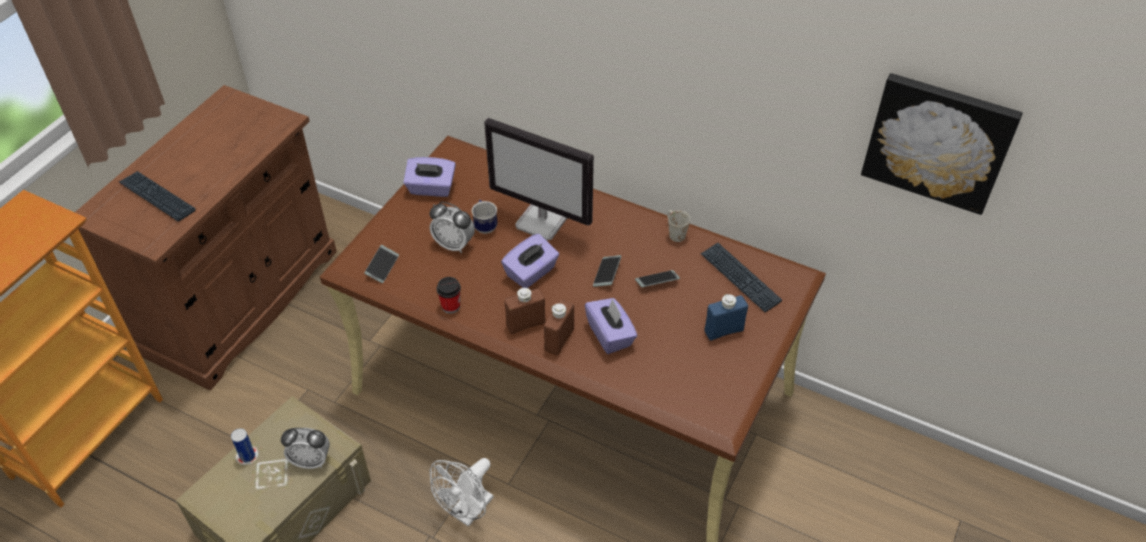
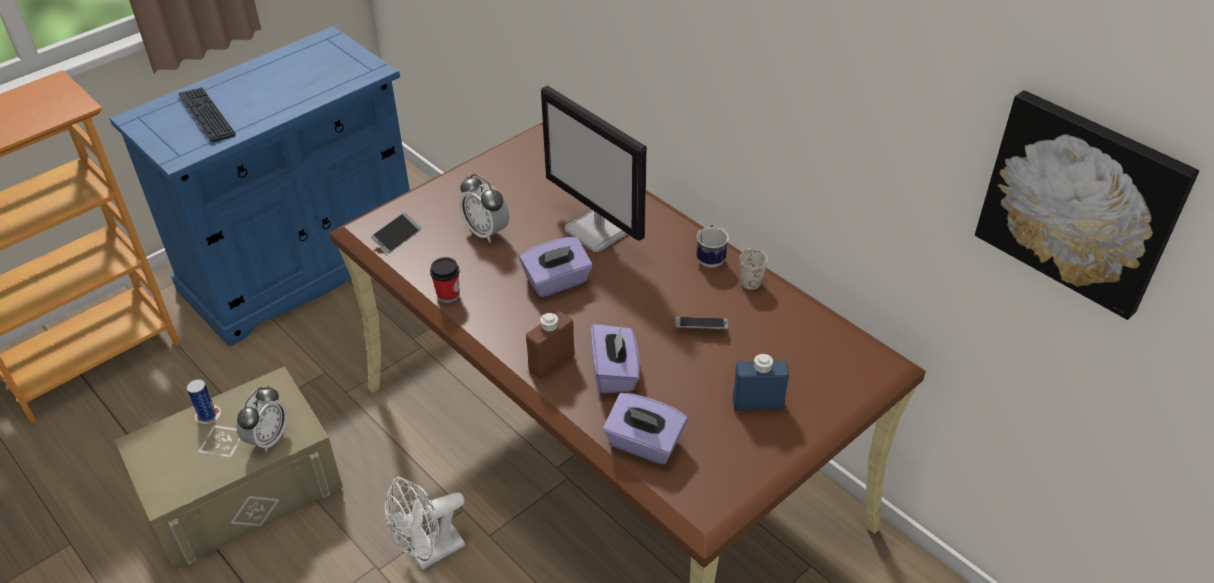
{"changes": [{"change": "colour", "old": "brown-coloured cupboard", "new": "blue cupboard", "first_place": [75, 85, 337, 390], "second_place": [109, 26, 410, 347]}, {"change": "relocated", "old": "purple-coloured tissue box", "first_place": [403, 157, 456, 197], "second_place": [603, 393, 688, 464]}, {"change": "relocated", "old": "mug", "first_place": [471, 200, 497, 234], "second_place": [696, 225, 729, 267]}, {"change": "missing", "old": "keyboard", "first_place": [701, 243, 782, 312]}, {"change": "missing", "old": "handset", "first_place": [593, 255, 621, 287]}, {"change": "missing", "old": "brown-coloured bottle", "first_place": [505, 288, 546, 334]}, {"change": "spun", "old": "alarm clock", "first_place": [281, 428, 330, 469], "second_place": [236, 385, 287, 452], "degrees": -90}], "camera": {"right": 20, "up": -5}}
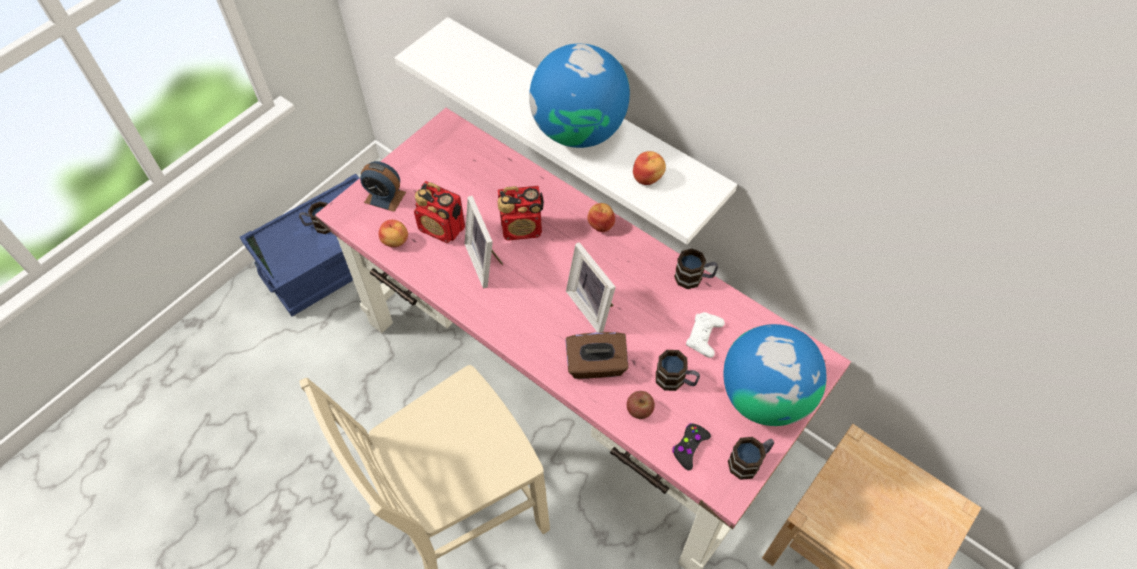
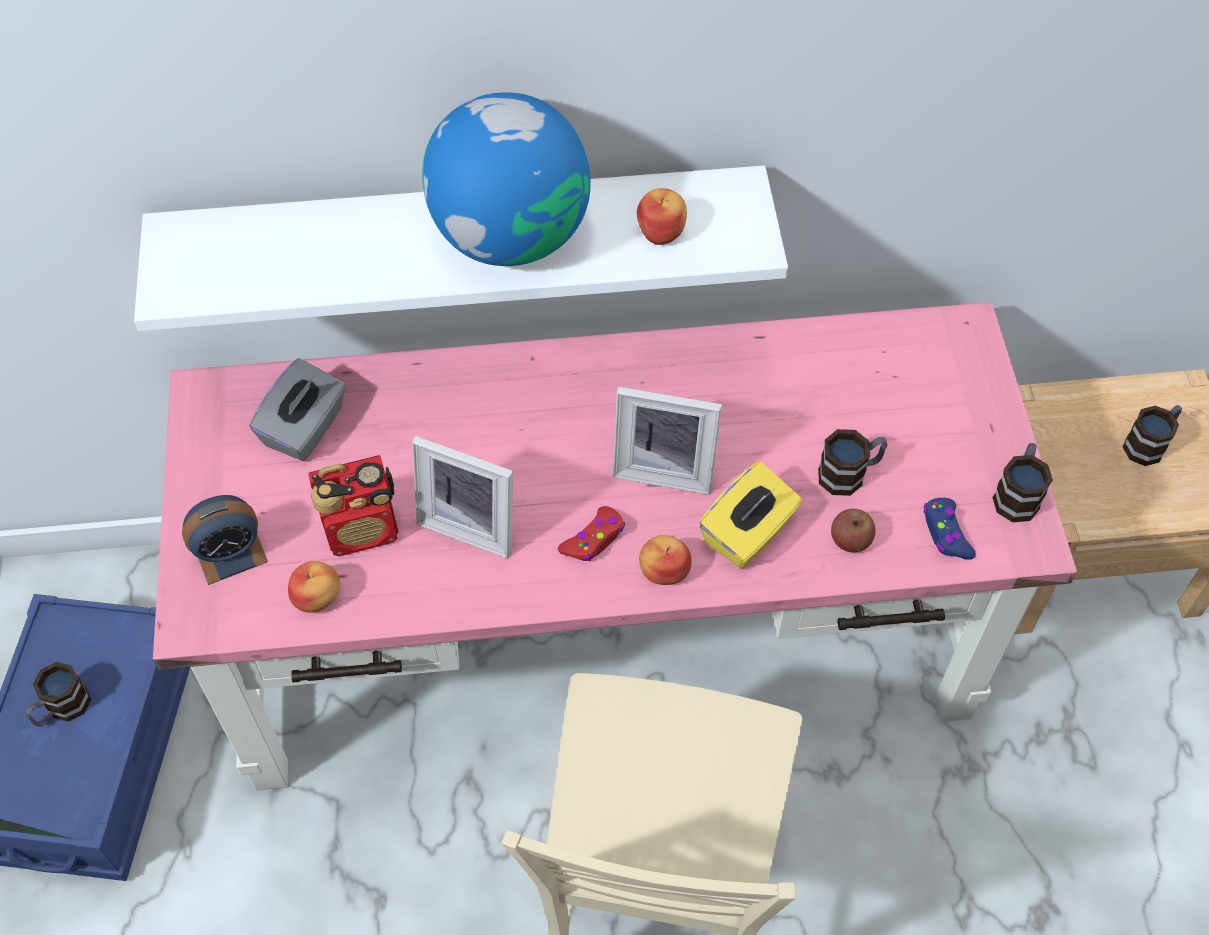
{"changes": [{"change": "missing", "old": "radio set", "first_place": [498, 186, 544, 241]}, {"change": "relocated", "old": "whole apple", "first_place": [587, 203, 615, 232], "second_place": [639, 535, 692, 585]}, {"change": "relocated", "old": "mug", "first_place": [674, 248, 718, 289], "second_place": [1123, 405, 1182, 466]}, {"change": "missing", "old": "whitish gamepad", "first_place": [686, 312, 725, 358]}, {"change": "missing", "old": "world globe", "first_place": [724, 324, 826, 426]}, {"change": "colour", "old": "brown-coloured tissue box", "new": "yellow-coloured tissue box", "first_place": [565, 332, 628, 379], "second_place": [699, 462, 802, 568]}, {"change": "colour", "old": "blackish gamepad", "new": "blue gamepad", "first_place": [672, 423, 711, 470], "second_place": [923, 498, 976, 560]}, {"change": "appeared", "new": "greyish tissue box", "second_place": [249, 358, 346, 461]}, {"change": "appeared", "new": "red-coloured gamepad", "second_place": [558, 506, 625, 561]}], "camera": {"right": -45, "up": 0}}
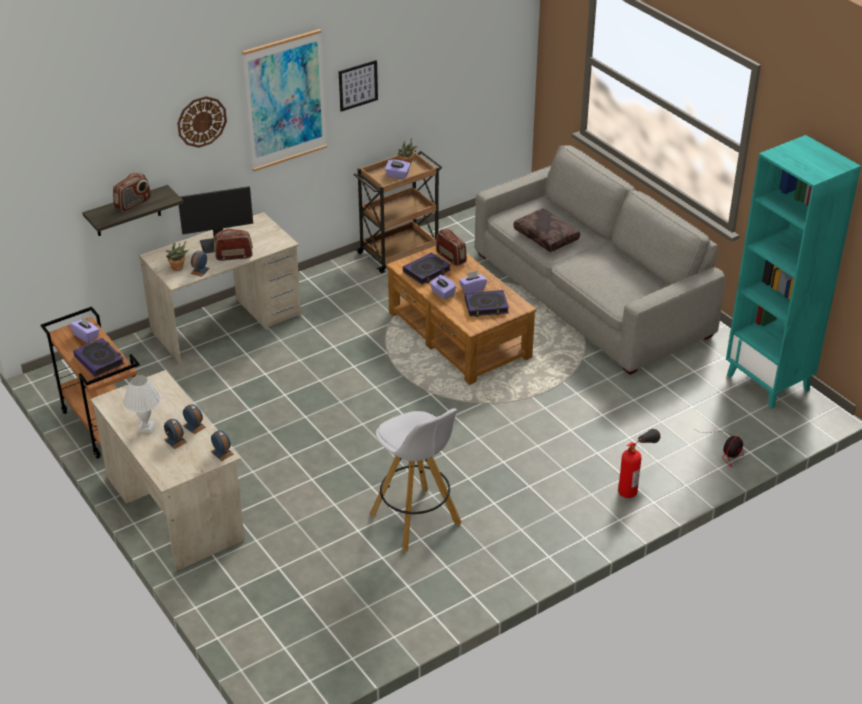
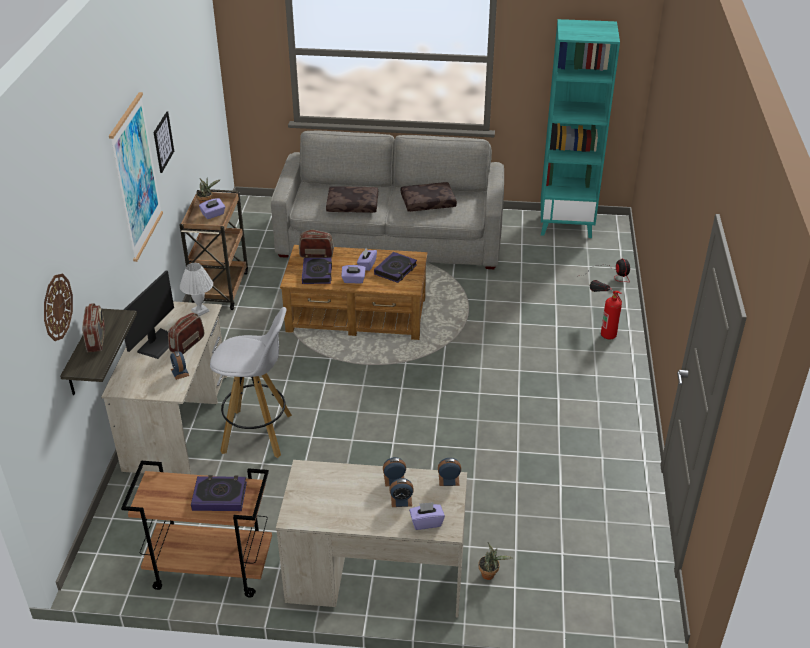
{"changes": [{"change": "relocated", "old": "wall clock", "first_place": [177, 96, 227, 148], "second_place": [44, 274, 73, 341]}, {"change": "relocated", "old": "houseplant", "first_place": [166, 241, 188, 271], "second_place": [478, 542, 513, 580]}, {"change": "relocated", "old": "purple-coloured tissue box", "first_place": [70, 316, 99, 343], "second_place": [409, 502, 445, 530]}, {"change": "relocated", "old": "whitish table lamp", "first_place": [123, 375, 161, 433], "second_place": [180, 263, 213, 317]}, {"change": "relocated", "old": "whitish stool seat", "first_place": [369, 408, 462, 551], "second_place": [210, 307, 292, 458]}, {"change": "appeared", "new": "brown-coloured throw pillow", "second_place": [401, 182, 457, 212]}], "camera": {"right": -50, "up": 0}}
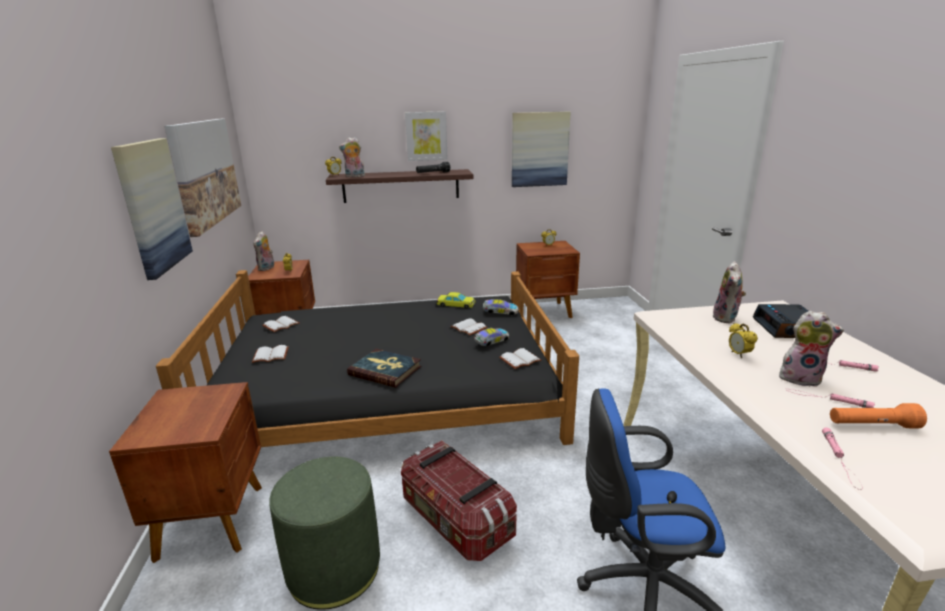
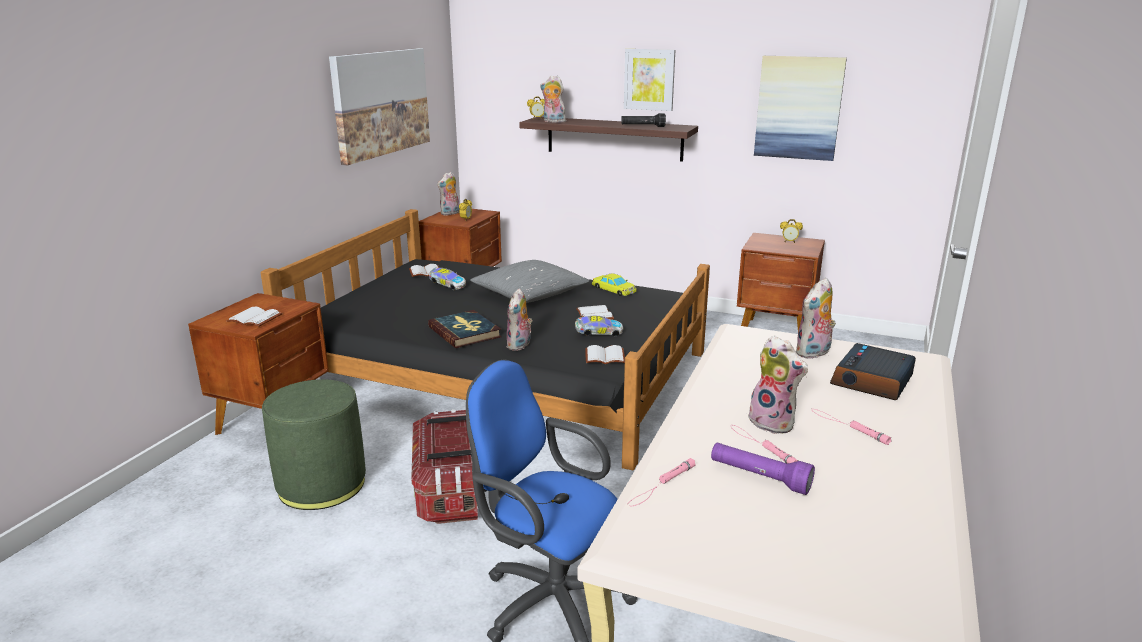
{"changes": [{"change": "missing", "old": "wall picture", "first_place": [111, 138, 193, 280]}, {"change": "relocated", "old": "toy car", "first_place": [483, 299, 519, 316], "second_place": [429, 268, 466, 290]}, {"change": "missing", "old": "alarm clock", "first_place": [729, 323, 758, 358]}, {"change": "relocated", "old": "whitish volume", "first_place": [252, 345, 289, 363], "second_place": [227, 306, 282, 327]}, {"change": "colour", "old": "orangey torch", "new": "purple-coloured torch", "first_place": [830, 403, 927, 428], "second_place": [711, 443, 815, 495]}, {"change": "appeared", "new": "greyish throw pillow", "second_place": [470, 260, 589, 303]}, {"change": "appeared", "new": "cuddly toy", "second_place": [506, 288, 533, 351]}], "camera": {"right": 30, "up": 0}}
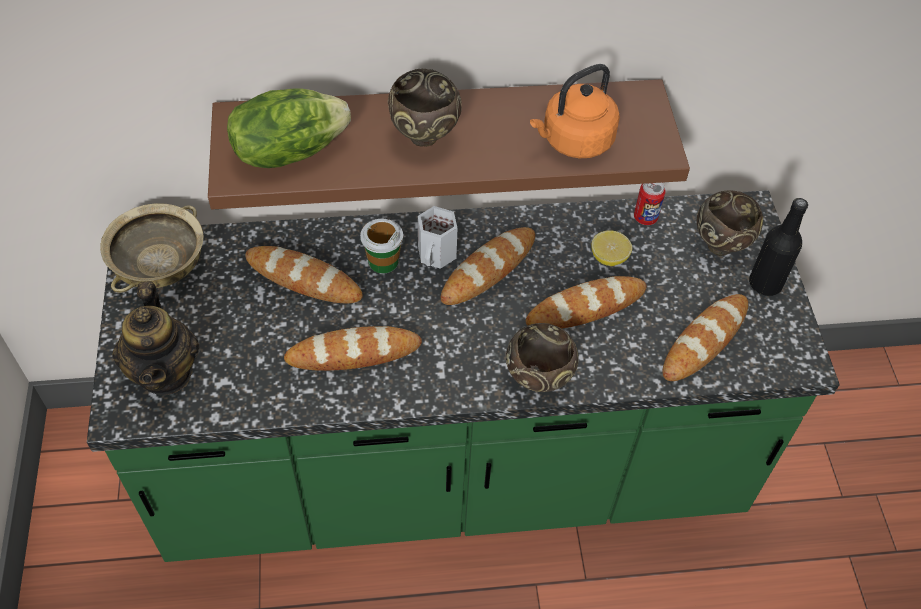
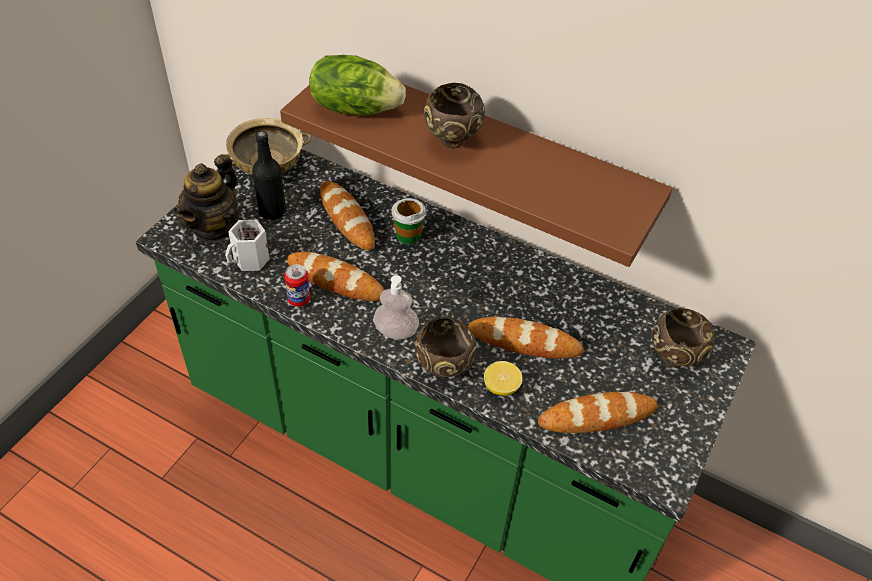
{"changes": [{"change": "missing", "old": "orangey water kettle", "first_place": [530, 64, 620, 158]}, {"change": "relocated", "old": "metal can", "first_place": [634, 183, 666, 225], "second_place": [284, 264, 310, 307]}, {"change": "relocated", "old": "blackish bottle", "first_place": [749, 198, 808, 296], "second_place": [252, 131, 286, 220]}, {"change": "relocated", "old": "whitish mug", "first_place": [418, 206, 457, 269], "second_place": [225, 220, 270, 271]}, {"change": "missing", "old": "bakery bread", "first_place": [441, 227, 535, 305]}, {"change": "relocated", "old": "lemon", "first_place": [591, 230, 632, 266], "second_place": [484, 361, 523, 396]}, {"change": "appeared", "new": "soap dispenser", "second_place": [373, 275, 419, 340]}], "camera": {"right": 35, "up": -5}}
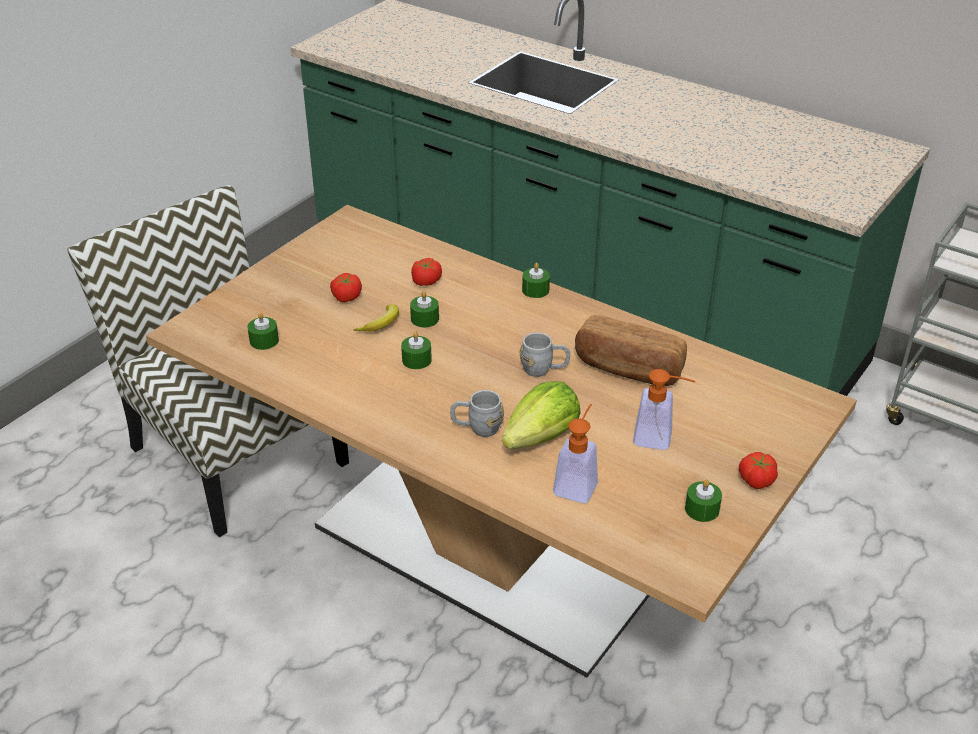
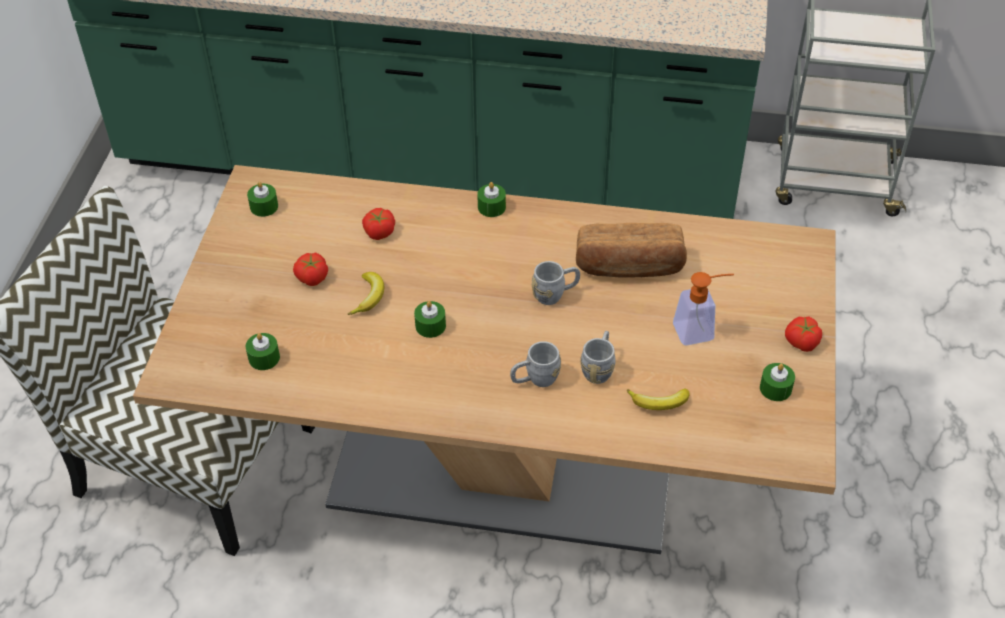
{"changes": [{"change": "relocated", "old": "green-coloured candle", "first_place": [410, 291, 439, 328], "second_place": [247, 182, 278, 217]}, {"change": "exchanged", "old": "lettuce", "new": "greyish mug", "first_place": [502, 381, 581, 449], "second_place": [580, 331, 616, 384]}, {"change": "exchanged", "old": "soap dispenser", "new": "whole banana", "first_place": [553, 404, 598, 503], "second_place": [627, 388, 690, 410]}], "camera": {"right": -25, "up": 10}}
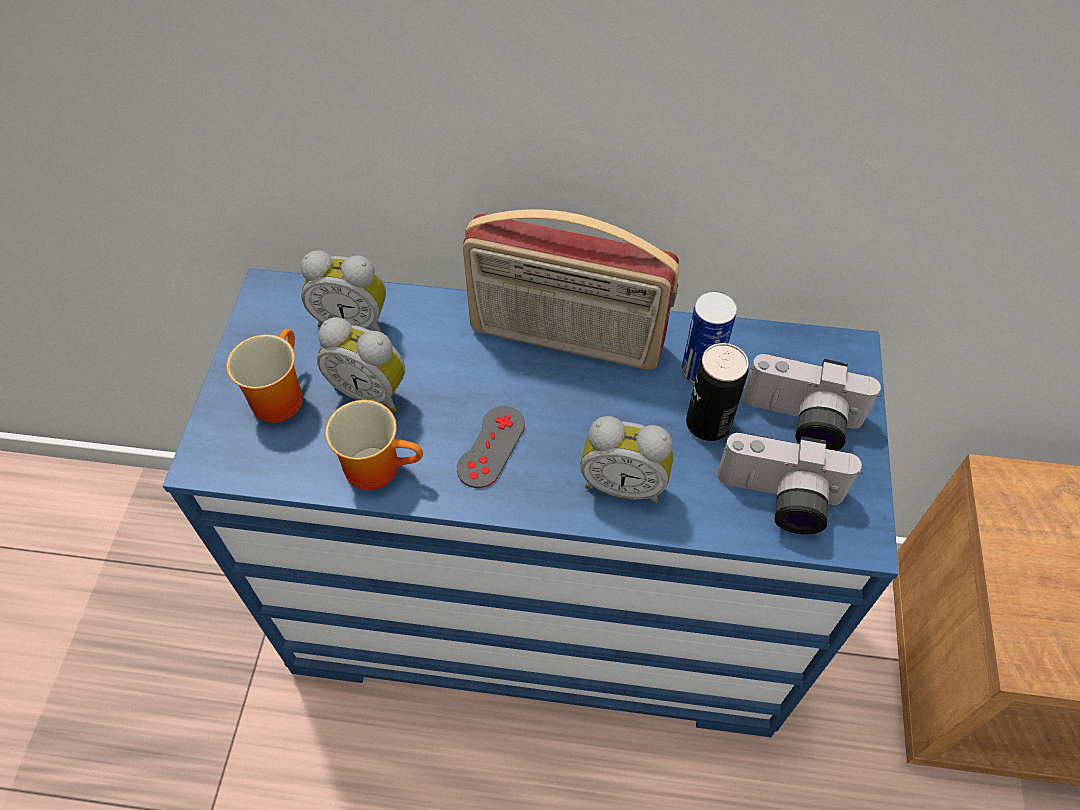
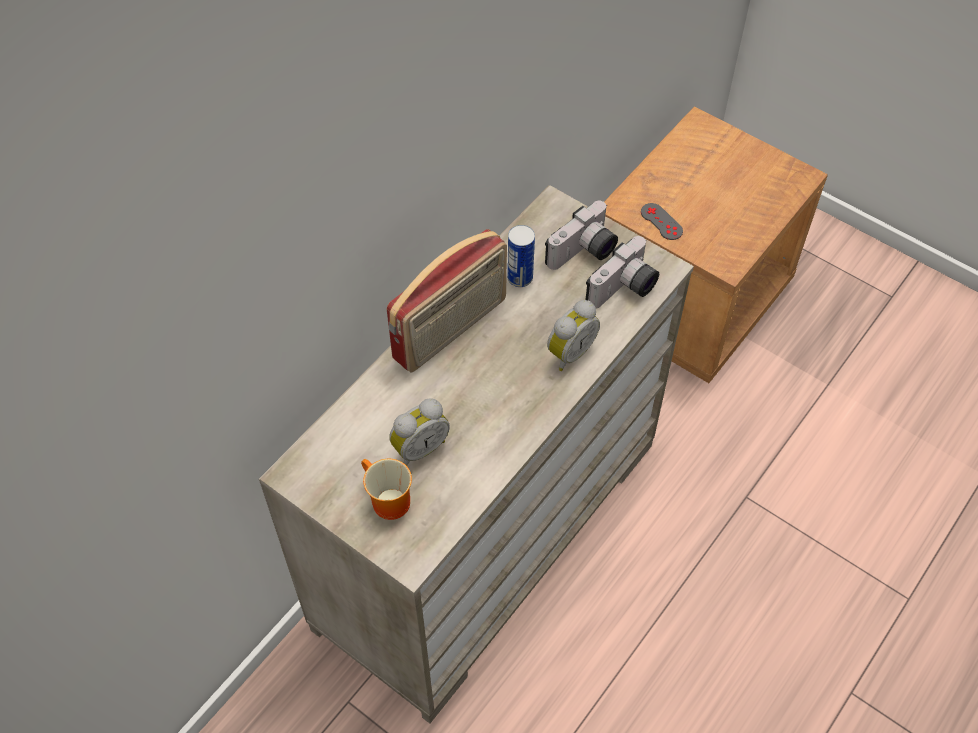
{"changes": [{"change": "missing", "old": "alarm clock", "first_place": [301, 250, 386, 333]}, {"change": "colour", "old": "blue dresser", "new": "beige-coloured dresser", "first_place": [163, 268, 899, 737], "second_place": [259, 185, 694, 723]}, {"change": "missing", "old": "metal can", "first_place": [686, 343, 748, 441]}, {"change": "missing", "old": "mug", "first_place": [325, 400, 423, 490]}, {"change": "relocated", "old": "greyish gamepad", "first_place": [457, 406, 525, 488], "second_place": [641, 203, 683, 240]}], "camera": {"right": -60, "up": 0}}
